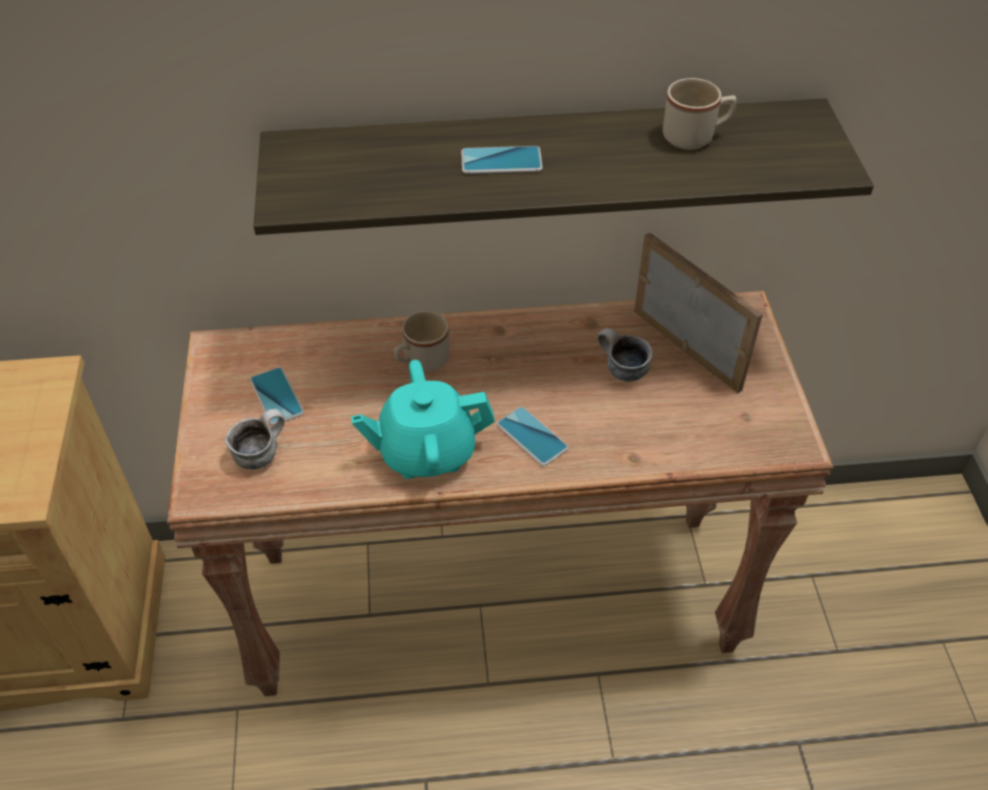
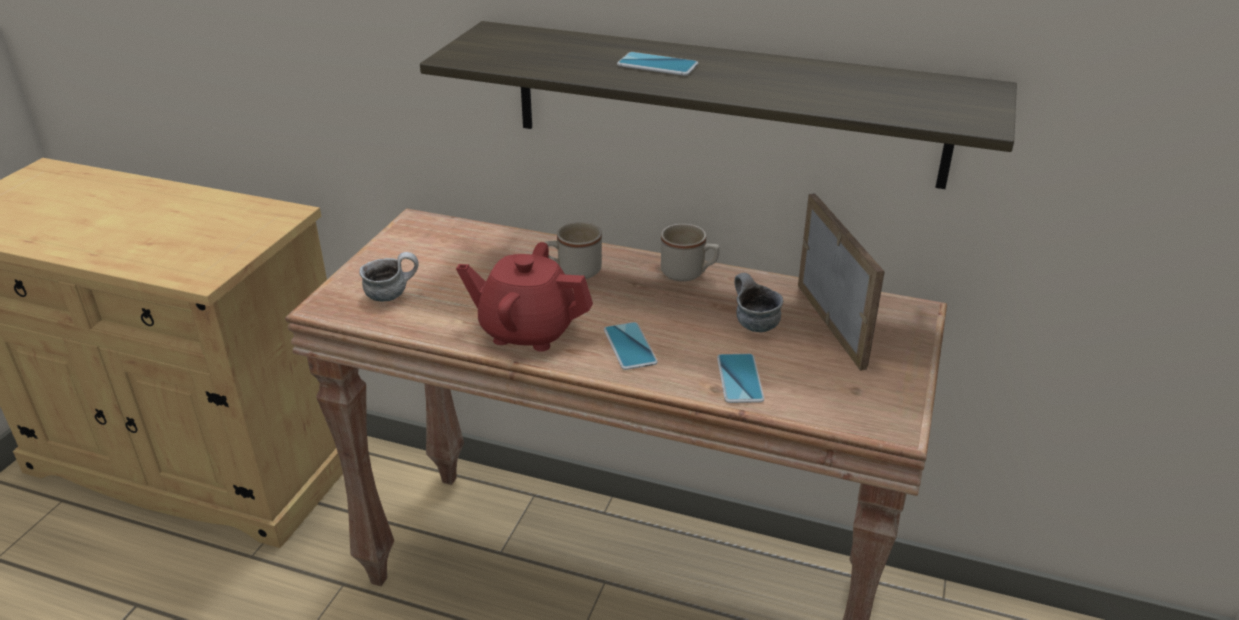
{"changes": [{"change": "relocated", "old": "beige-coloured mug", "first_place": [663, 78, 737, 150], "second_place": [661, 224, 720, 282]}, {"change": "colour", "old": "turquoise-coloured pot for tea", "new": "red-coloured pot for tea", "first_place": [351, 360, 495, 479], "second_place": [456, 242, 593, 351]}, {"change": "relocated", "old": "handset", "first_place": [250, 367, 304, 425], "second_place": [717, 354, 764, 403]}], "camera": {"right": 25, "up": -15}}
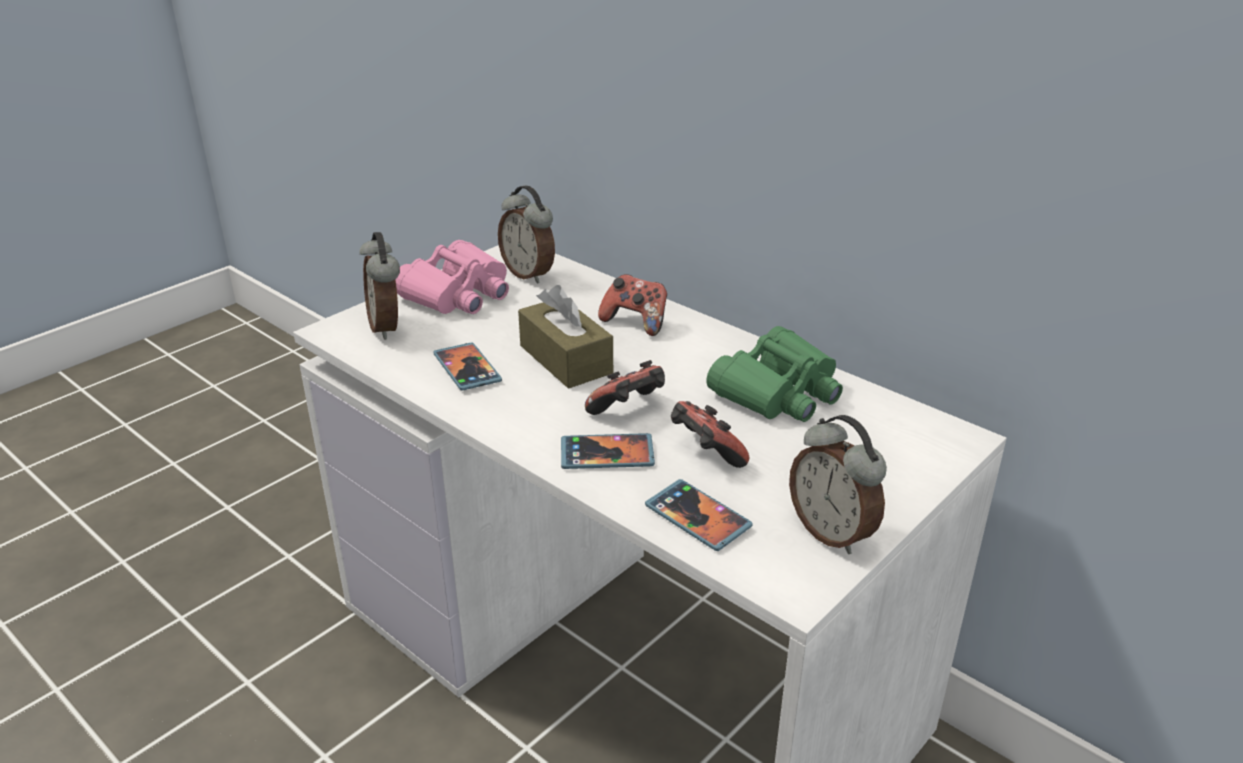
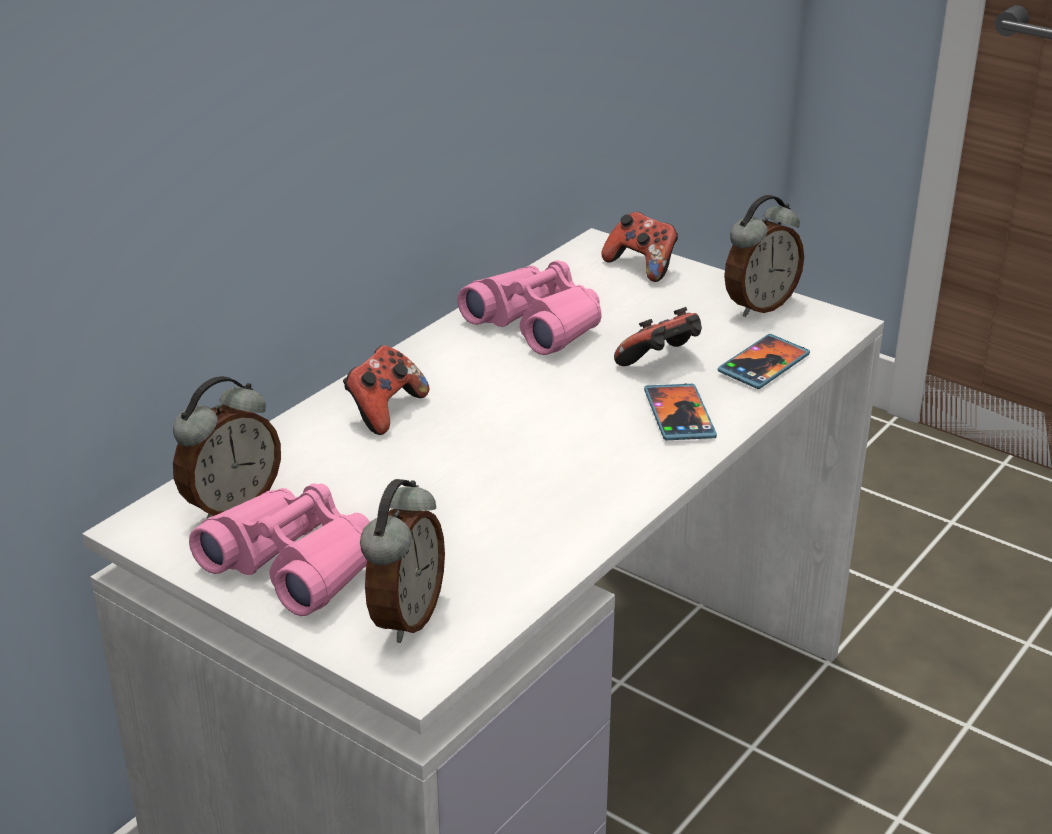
{"changes": [{"change": "spun", "old": "alarm clock", "first_place": [359, 232, 400, 340], "second_place": [360, 479, 445, 643], "degrees": -45}, {"change": "missing", "old": "brown-coloured tissue box", "first_place": [518, 285, 613, 388]}, {"change": "colour", "old": "green-coloured binoculars", "new": "pink binoculars", "first_place": [706, 326, 843, 422], "second_place": [458, 260, 602, 355]}, {"change": "missing", "old": "handset", "first_place": [433, 342, 502, 391]}, {"change": "relocated", "old": "gamepad", "first_place": [585, 360, 665, 415], "second_place": [601, 212, 678, 282]}], "camera": {"right": -95, "up": 0}}
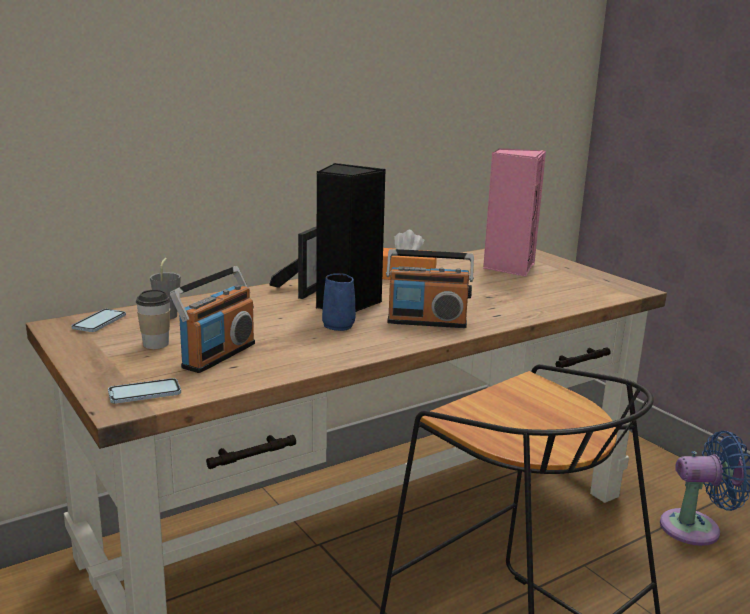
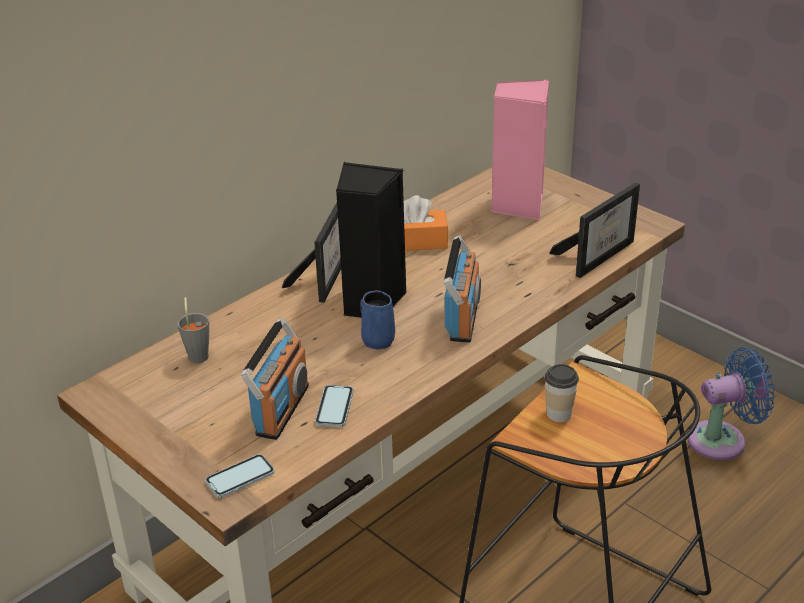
{"changes": [{"change": "spun", "old": "radio set", "first_place": [386, 249, 474, 328], "second_place": [444, 235, 481, 342], "degrees": -75}, {"change": "relocated", "old": "drinking cup", "first_place": [136, 290, 171, 349], "second_place": [545, 364, 579, 422]}, {"change": "relocated", "old": "handset", "first_place": [71, 309, 126, 332], "second_place": [315, 385, 353, 427]}, {"change": "appeared", "new": "photo frame", "second_place": [549, 182, 640, 278]}], "camera": {"right": -10, "up": 15}}
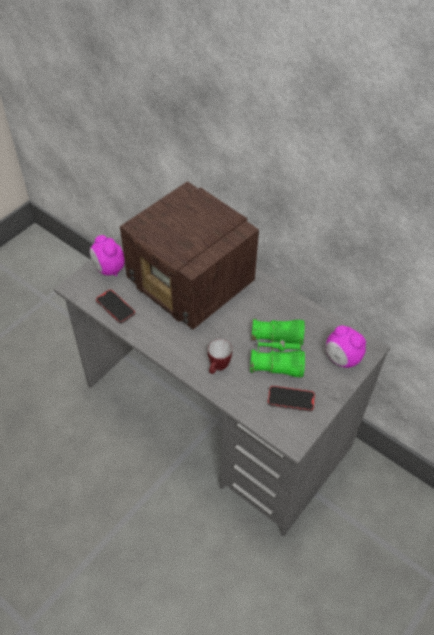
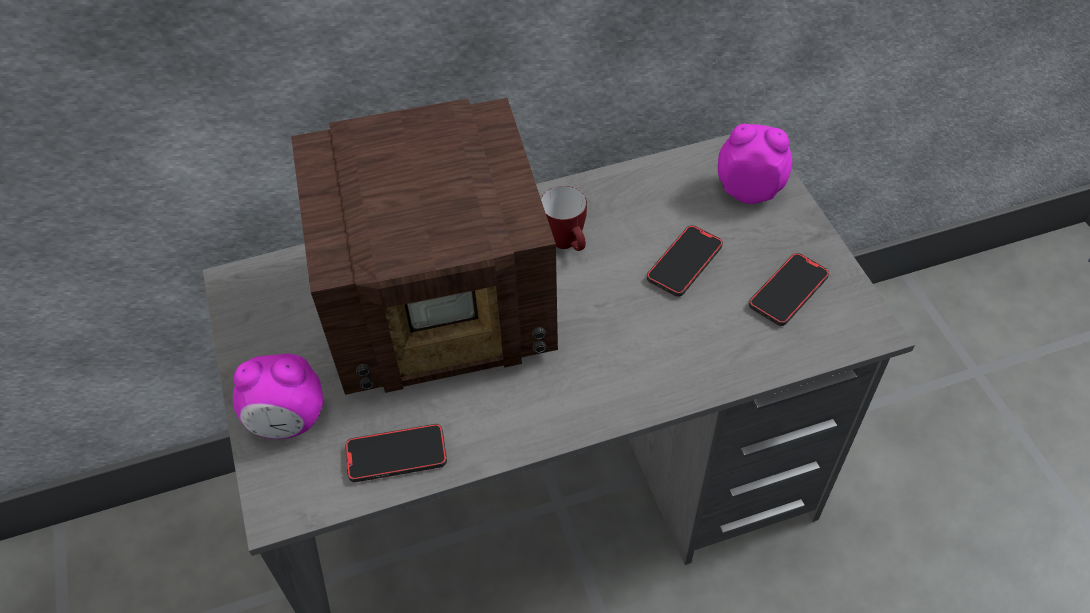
{"changes": [{"change": "exchanged", "old": "green-coloured binoculars", "new": "handset", "first_place": [250, 319, 305, 378], "second_place": [647, 225, 723, 297]}, {"change": "spun", "old": "alarm clock", "first_place": [326, 325, 366, 368], "second_place": [718, 124, 792, 204], "degrees": -150}, {"change": "relocated", "old": "mug", "first_place": [208, 339, 232, 374], "second_place": [541, 186, 587, 251]}], "camera": {"right": -55, "up": 0}}
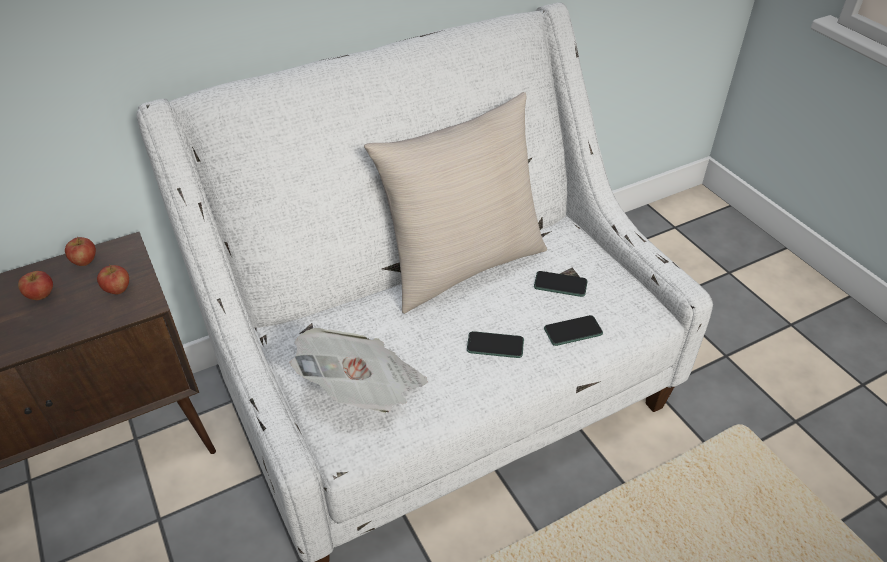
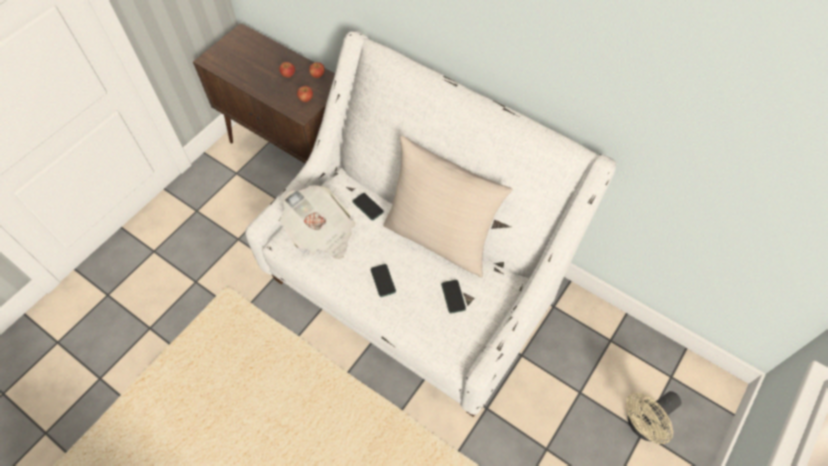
{"changes": [{"change": "relocated", "old": "handset", "first_place": [544, 315, 603, 346], "second_place": [352, 193, 384, 220]}, {"change": "appeared", "new": "beige-coloured electric fan", "second_place": [625, 391, 681, 444]}], "camera": {"right": 65, "up": 15}}
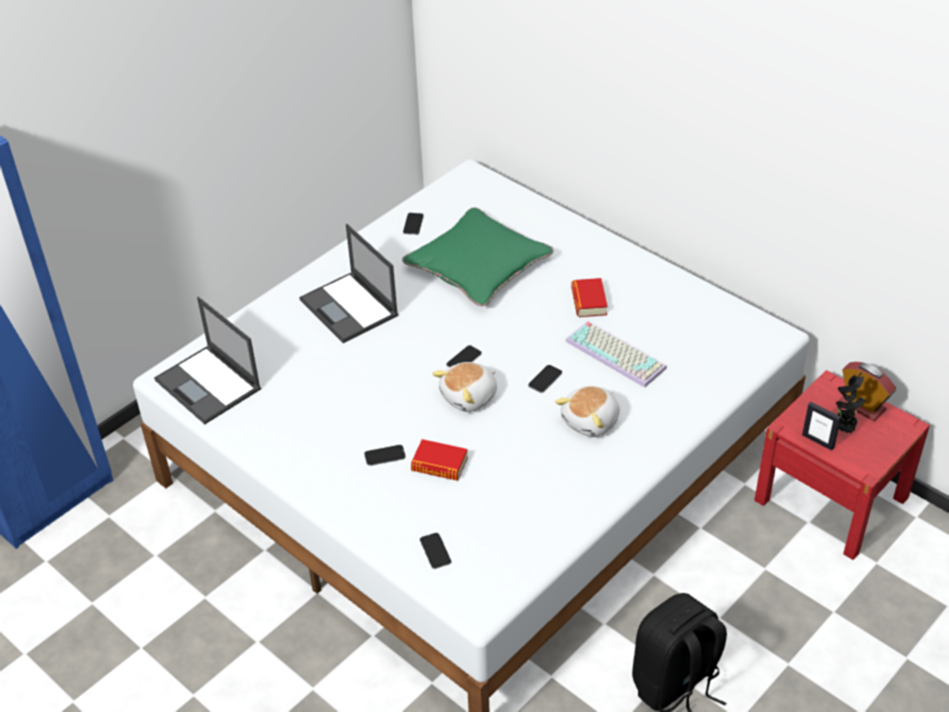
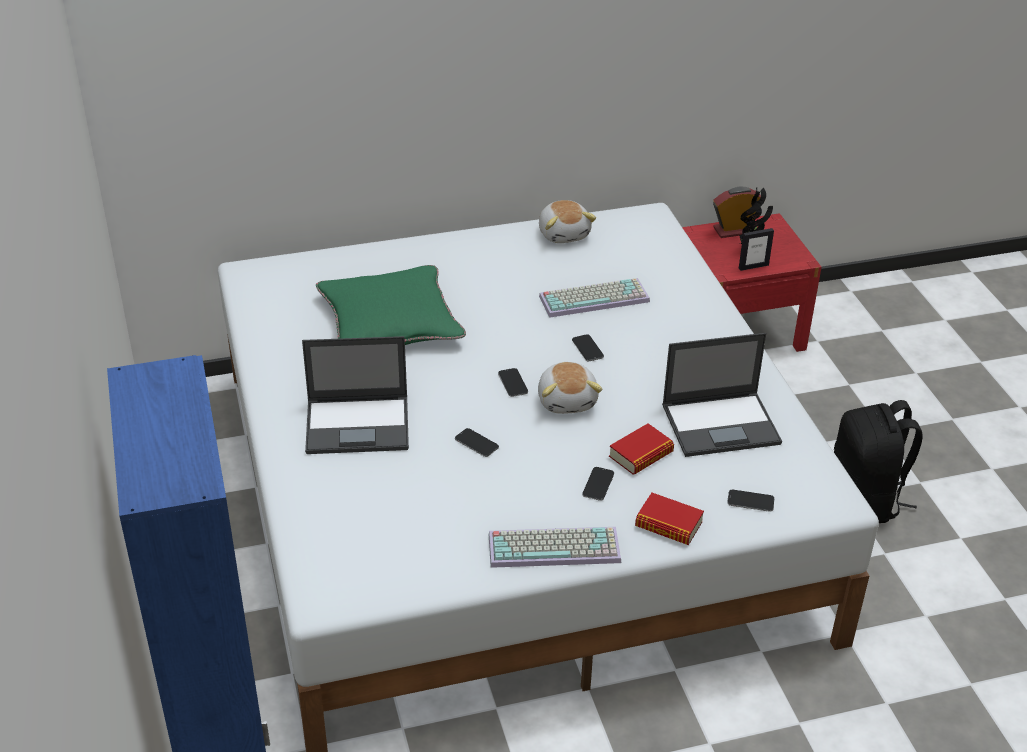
{"changes": [{"change": "relocated", "old": "handset", "first_place": [403, 213, 424, 235], "second_place": [455, 428, 499, 457]}, {"change": "relocated", "old": "volume", "first_place": [571, 278, 608, 317], "second_place": [635, 493, 704, 545]}, {"change": "relocated", "old": "laptop", "first_place": [154, 297, 261, 424], "second_place": [662, 333, 782, 457]}, {"change": "relocated", "old": "cuddly toy", "first_place": [555, 386, 620, 437], "second_place": [539, 200, 596, 243]}, {"change": "appeared", "new": "keyboard", "second_place": [489, 527, 621, 568]}], "camera": {"right": -60, "up": -5}}
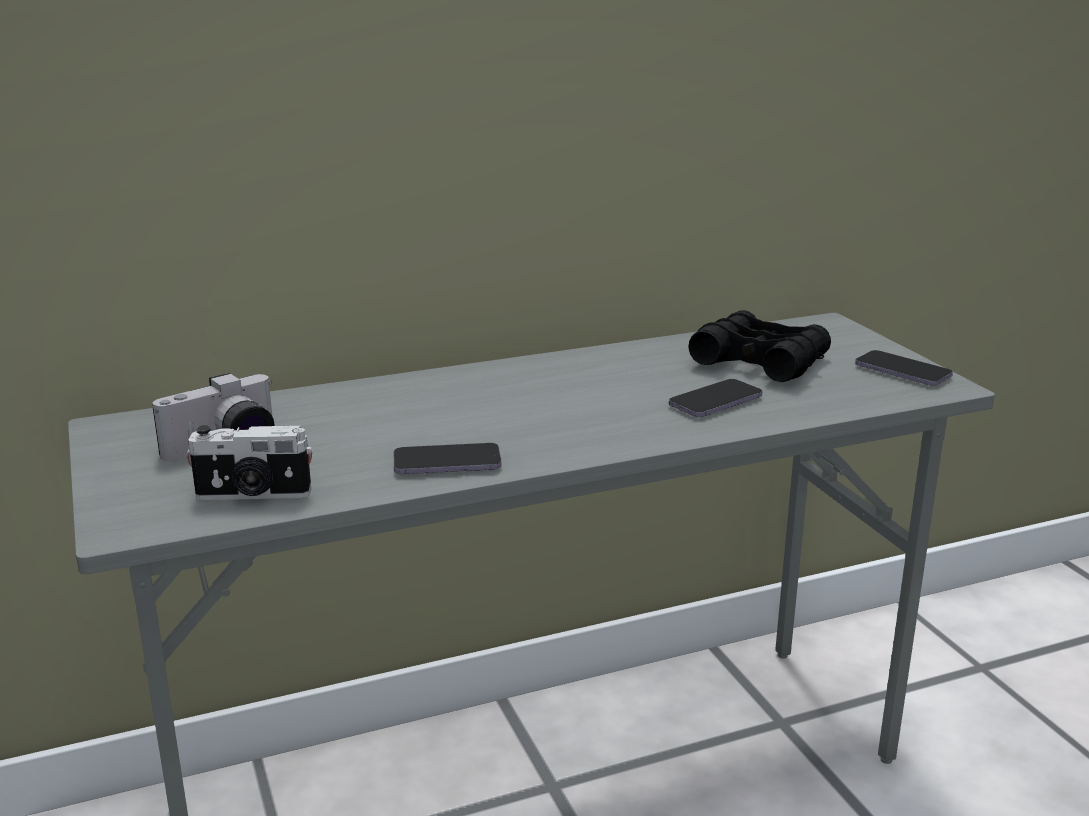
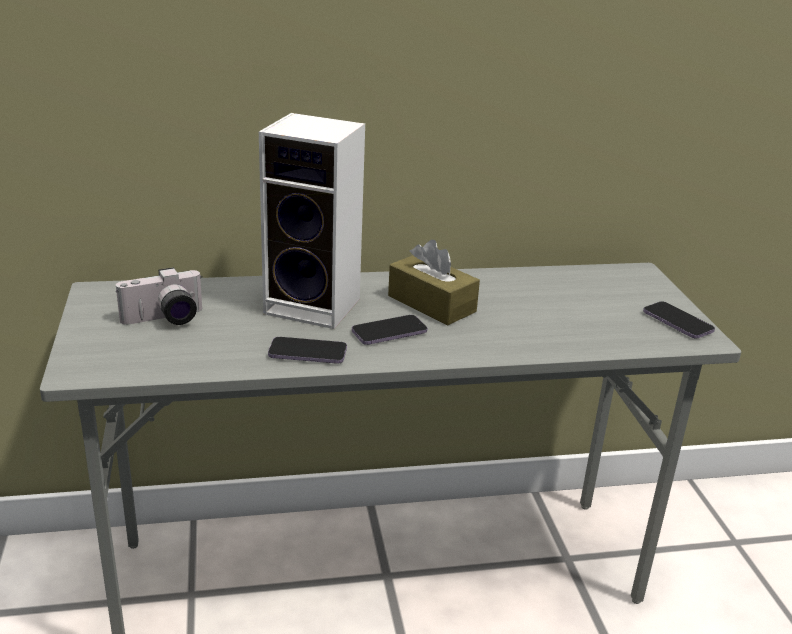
{"changes": [{"change": "missing", "old": "blackish binoculars", "first_place": [688, 310, 831, 382]}, {"change": "relocated", "old": "handset", "first_place": [669, 379, 762, 417], "second_place": [352, 315, 427, 345]}, {"change": "missing", "old": "photo camera", "first_place": [187, 425, 312, 500]}, {"change": "appeared", "new": "audio speaker", "second_place": [259, 113, 365, 329]}, {"change": "appeared", "new": "brown-coloured tissue box", "second_place": [388, 240, 480, 325]}], "camera": {"right": 10, "up": 5}}
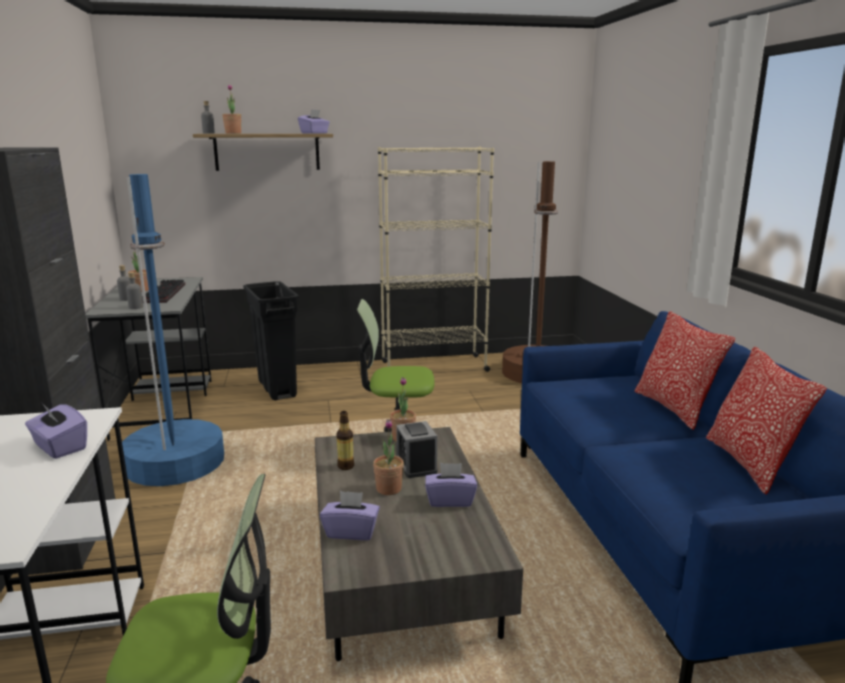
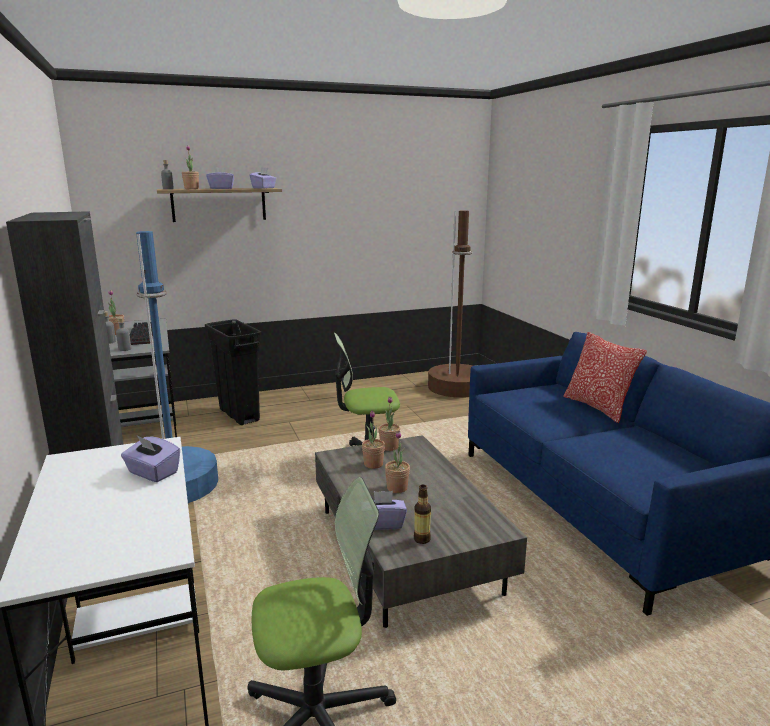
{"changes": [{"change": "missing", "old": "beige-coloured shelving unit", "first_place": [378, 147, 494, 372]}, {"change": "missing", "old": "throw pillow", "first_place": [706, 346, 827, 495]}, {"change": "relocated", "old": "bottle", "first_place": [336, 411, 354, 470], "second_place": [414, 485, 431, 544]}, {"change": "missing", "old": "alarm clock", "first_place": [396, 421, 438, 478]}, {"change": "relocated", "old": "purple-coloured tissue box", "first_place": [425, 463, 477, 507], "second_place": [206, 167, 234, 189]}, {"change": "appeared", "new": "houseplant", "second_place": [362, 411, 385, 469]}], "camera": {"right": -10, "up": 0}}
